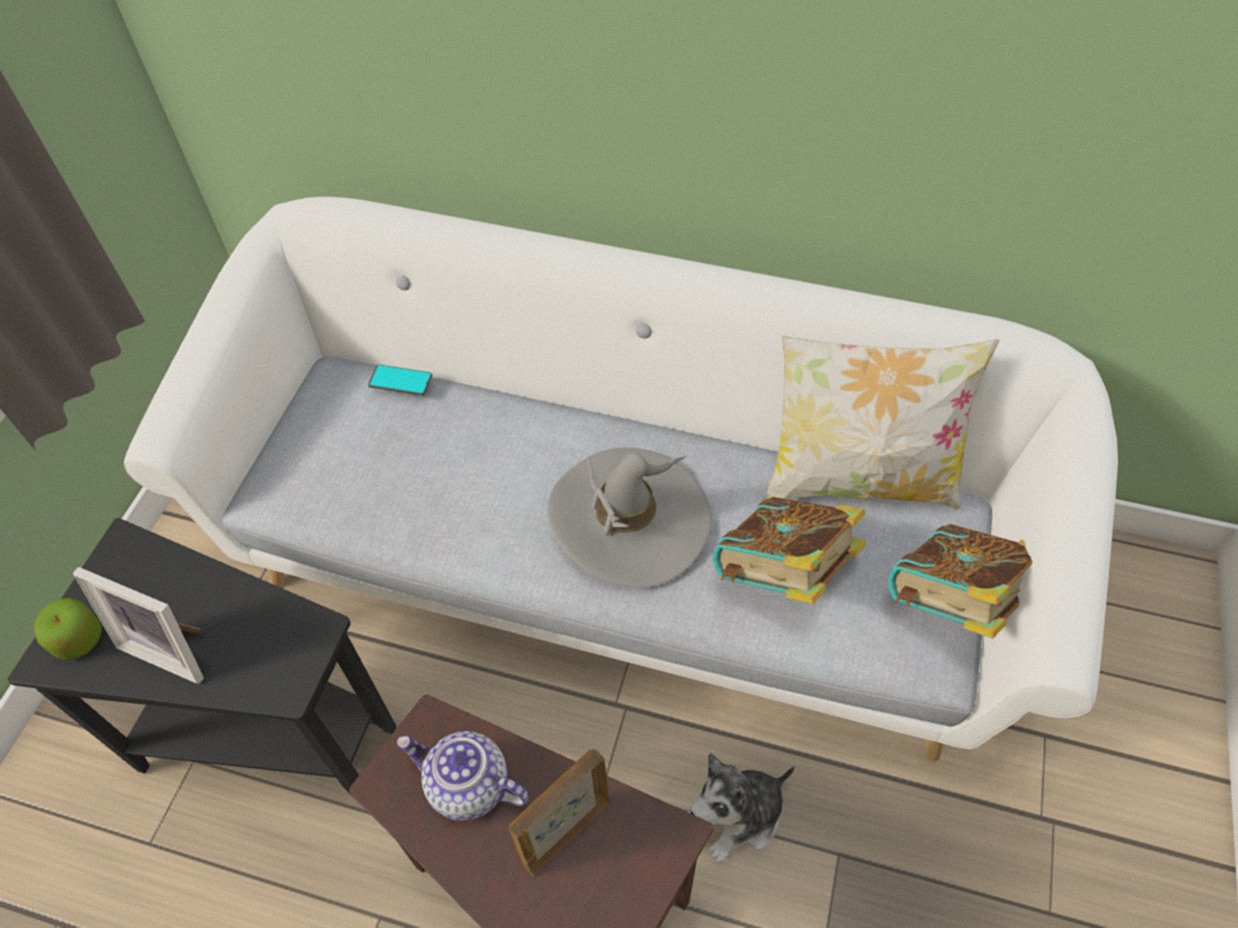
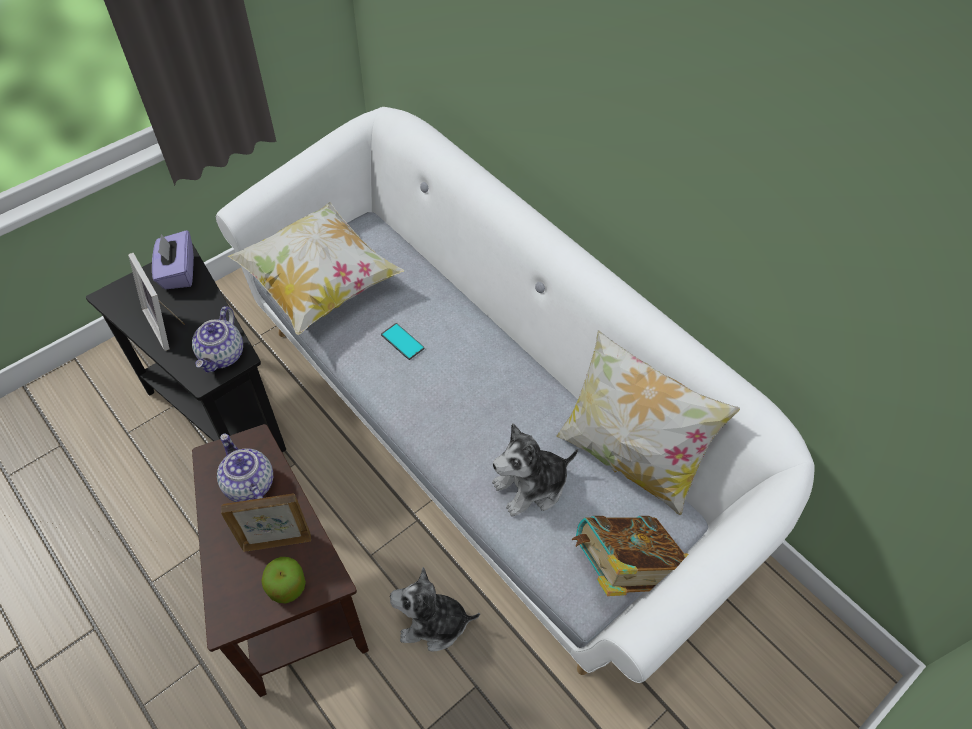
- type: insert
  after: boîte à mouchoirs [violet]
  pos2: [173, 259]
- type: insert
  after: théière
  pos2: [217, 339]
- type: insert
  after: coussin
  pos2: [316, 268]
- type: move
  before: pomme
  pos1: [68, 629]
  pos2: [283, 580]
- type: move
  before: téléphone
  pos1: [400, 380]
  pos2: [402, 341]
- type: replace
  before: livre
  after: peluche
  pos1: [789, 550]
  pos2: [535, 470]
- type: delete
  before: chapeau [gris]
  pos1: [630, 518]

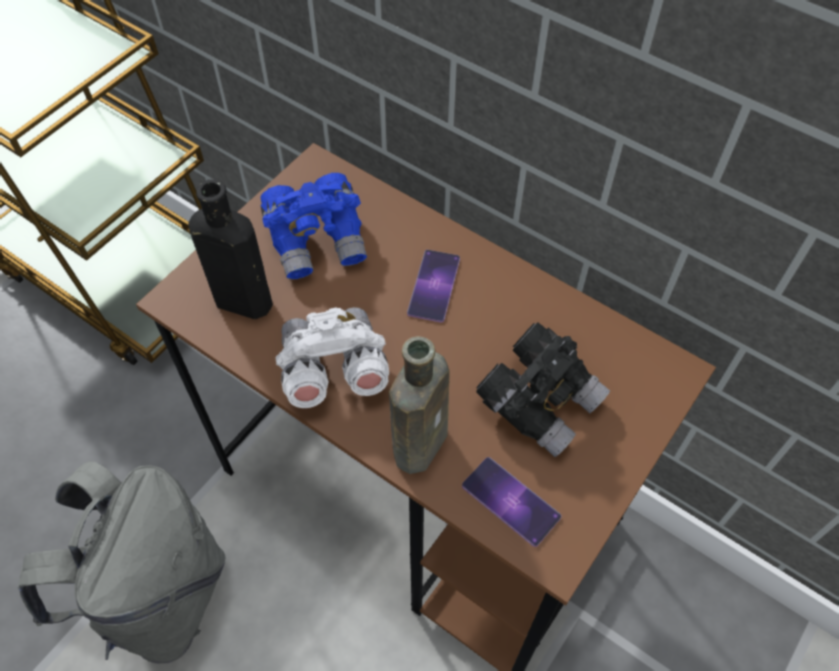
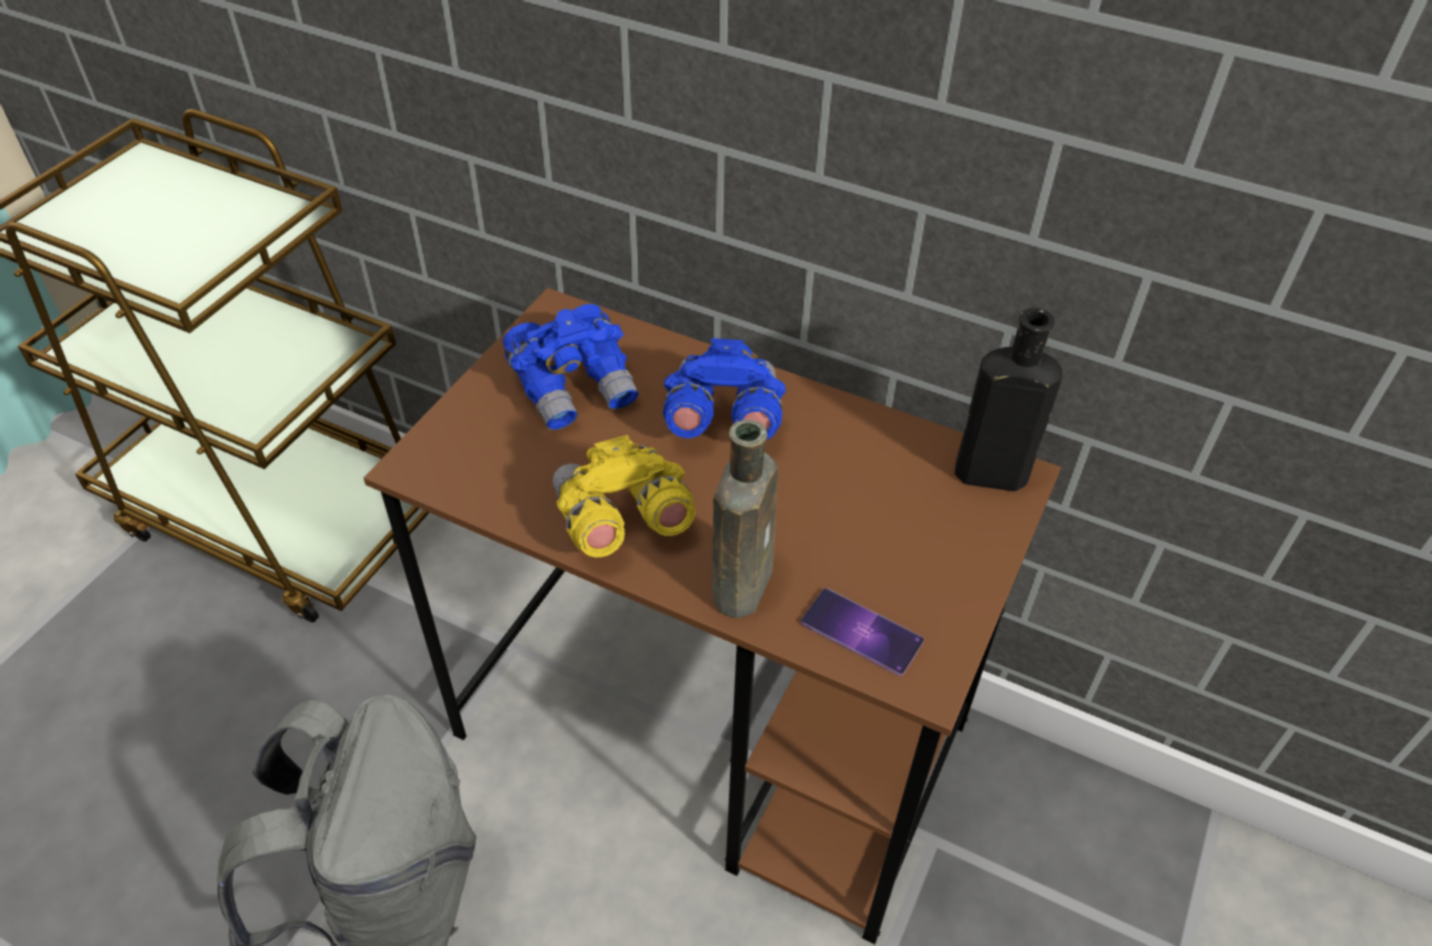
- type: recolor
  before: jumelles [blanc]
  after: jumelles [jaune]
  pos1: [332, 357]
  pos2: [624, 496]
- type: replace
  before: téléphone
  after: jumelles [bleu]
  pos1: [433, 286]
  pos2: [724, 389]
- type: move
  before: bouteille [noir]
  pos1: [230, 249]
  pos2: [1008, 399]
- type: delete
  before: jumelles [noir]
  pos1: [543, 390]

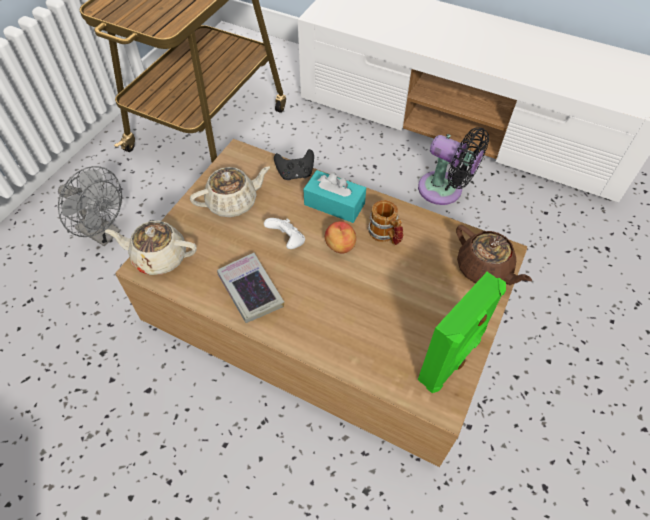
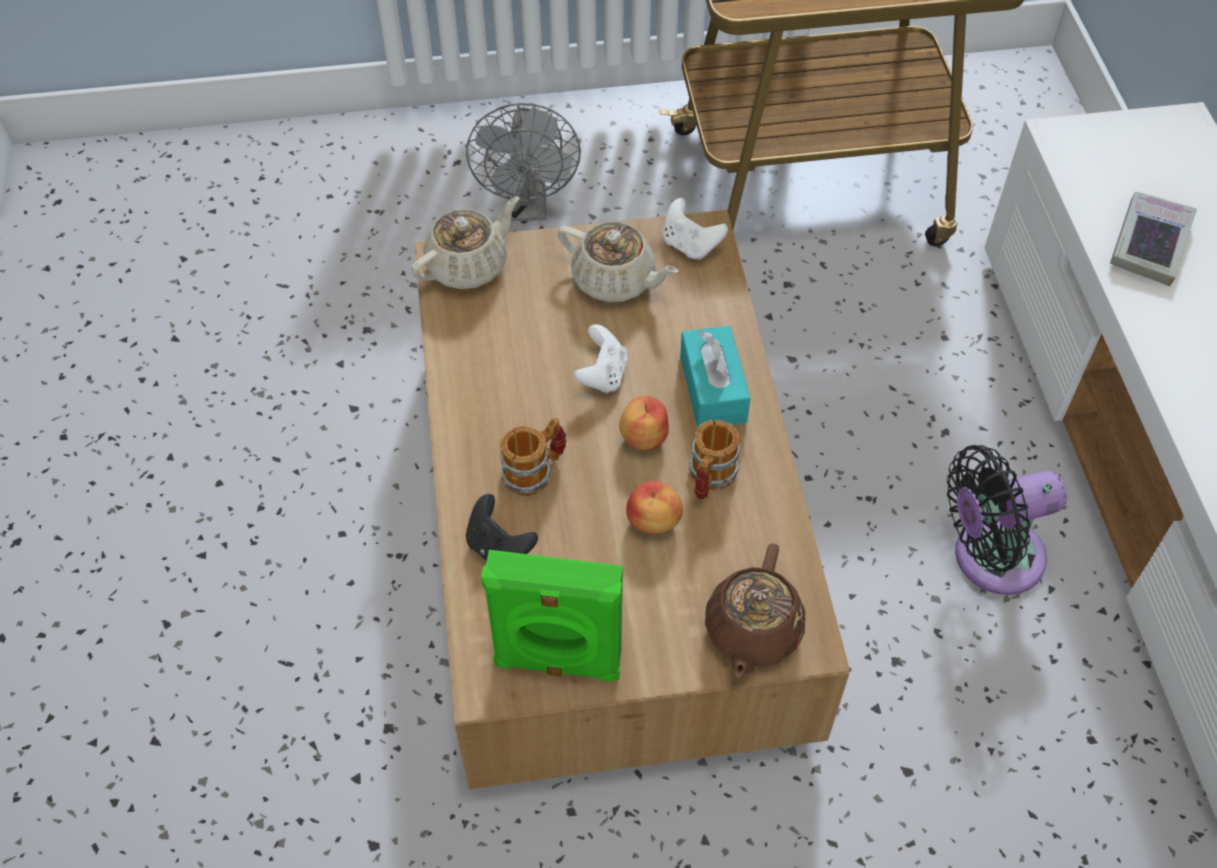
- type: rotate
  before: théière [beige]
  pos1: [151, 248]
  pos2: [465, 242]
  turn: 75
- type: move
  before: manette [noir]
  pos1: [294, 164]
  pos2: [502, 527]
- type: insert
  after: mug
  pos2: [533, 457]
- type: insert
  after: pomme
  pos2: [654, 507]
- type: insert
  after: manette [blanc]
  pos2: [695, 229]
- type: rotate
  before: ventilateur [noir]
  pos1: [453, 166]
  pos2: [1007, 520]
  turn: 75
- type: move
  before: livre
  pos1: [250, 288]
  pos2: [1153, 239]

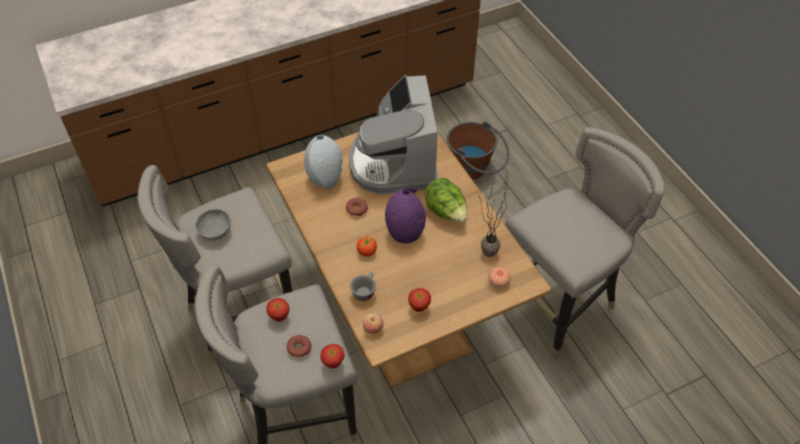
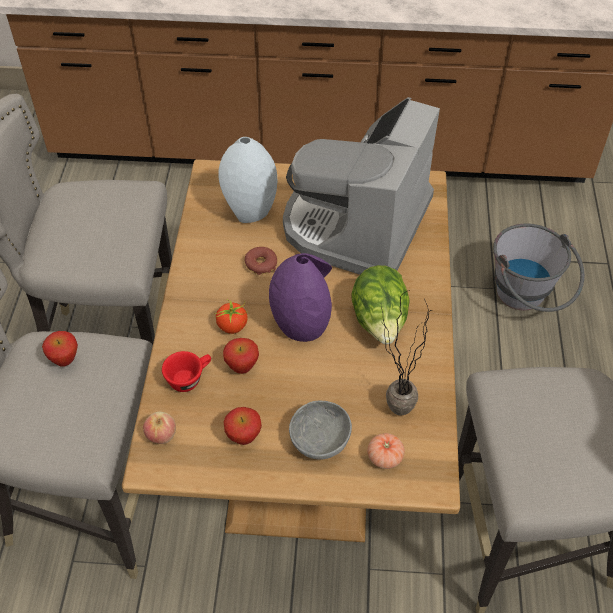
- type: recolor
  before: tasse [gris]
  after: tasse [rouge]
  pos1: [363, 286]
  pos2: [186, 371]
- type: move
  before: pomme
  pos1: [332, 356]
  pos2: [241, 356]
- type: move
  before: bol [gris]
  pos1: [213, 225]
  pos2: [320, 430]
- type: recolor
  before: seau [marron]
  after: seau [gris]
  pos1: [478, 150]
  pos2: [538, 268]
- type: delete
  before: beignet
  pos1: [299, 346]

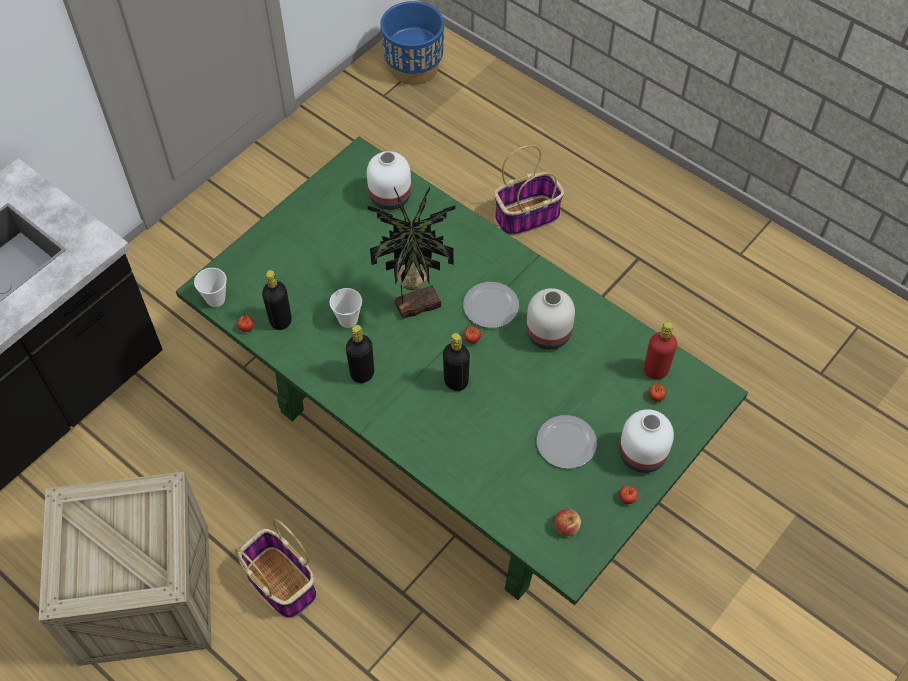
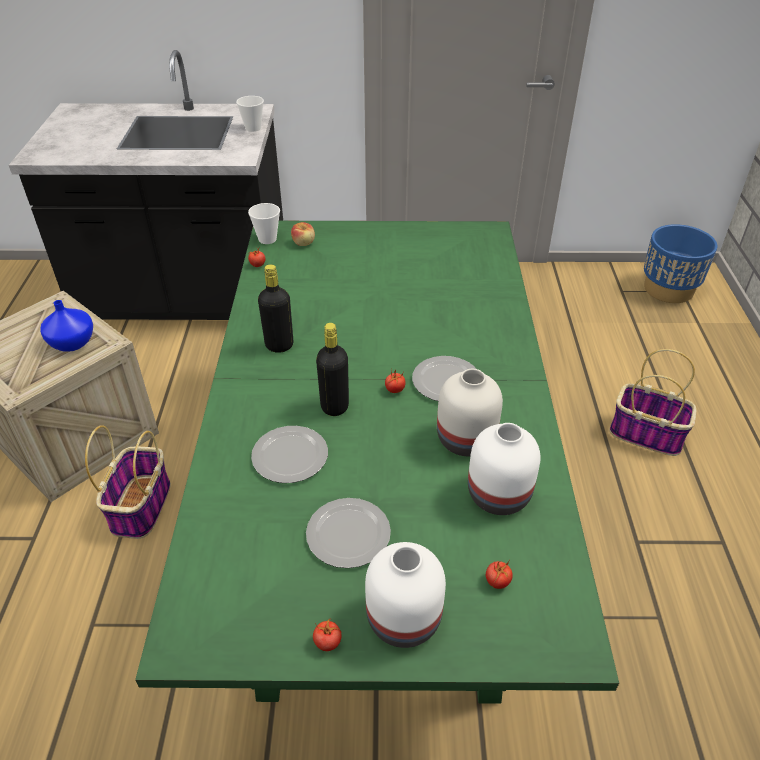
- type: insert
  after: vase [bleu]
  pos2: [66, 325]
- type: move
  before: tasse
  pos1: [345, 308]
  pos2: [250, 114]
- type: insert
  after: assiette
  pos2: [289, 454]
- type: move
  before: pomme
  pos1: [567, 522]
  pos2: [303, 234]
- type: move
  before: vase [blanc]
  pos1: [389, 180]
  pos2: [504, 469]
- type: delete
  before: bouteille [noir]
  pos1: [277, 300]
- type: delete
  before: plante en pot
  pos1: [411, 252]
- type: delete
  before: bouteille [rouge]
  pos1: [660, 350]

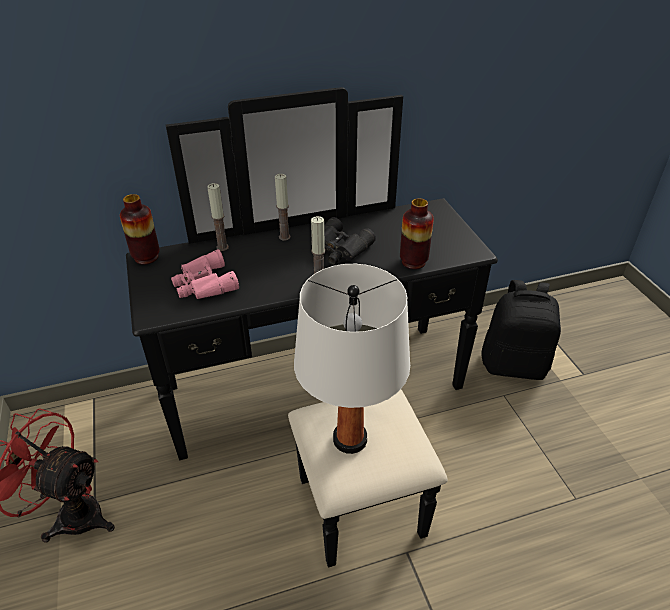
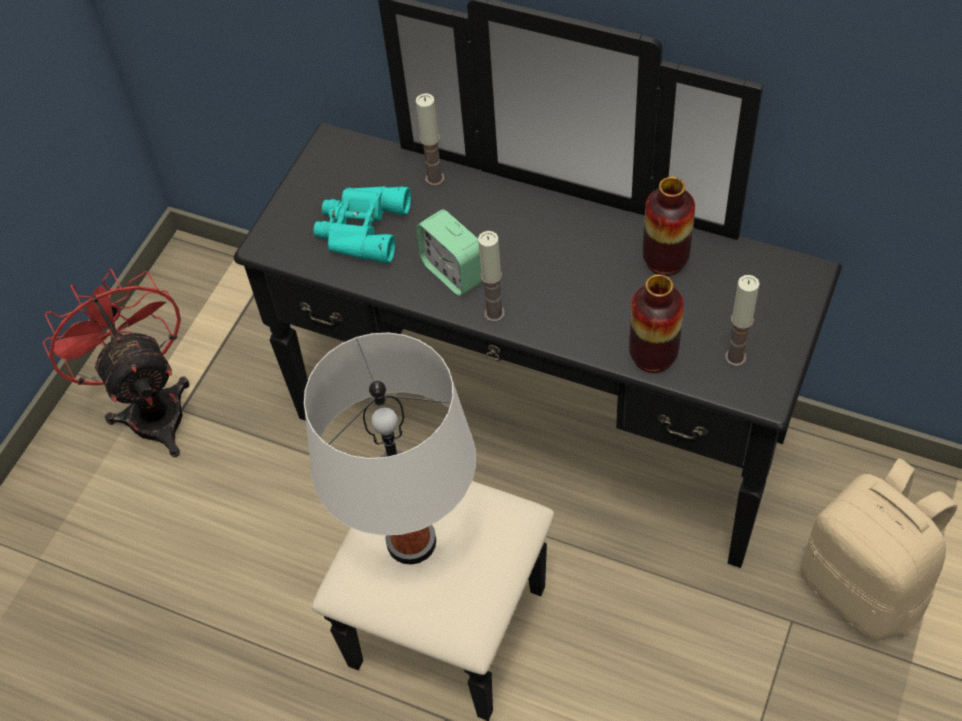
- type: recolor
  before: jumelles [rose]
  after: jumelles [turquoise]
  pos1: [205, 274]
  pos2: [362, 224]
- type: insert
  after: réveil
  pos2: [450, 252]
- type: move
  before: vase
  pos1: [140, 229]
  pos2: [669, 226]
- type: move
  before: bougie
  pos1: [283, 207]
  pos2: [742, 321]
- type: recolor
  before: sac à dos [noir]
  after: sac à dos [beige]
  pos1: [521, 330]
  pos2: [878, 549]
- type: delete
  before: jumelles [noir]
  pos1: [343, 241]

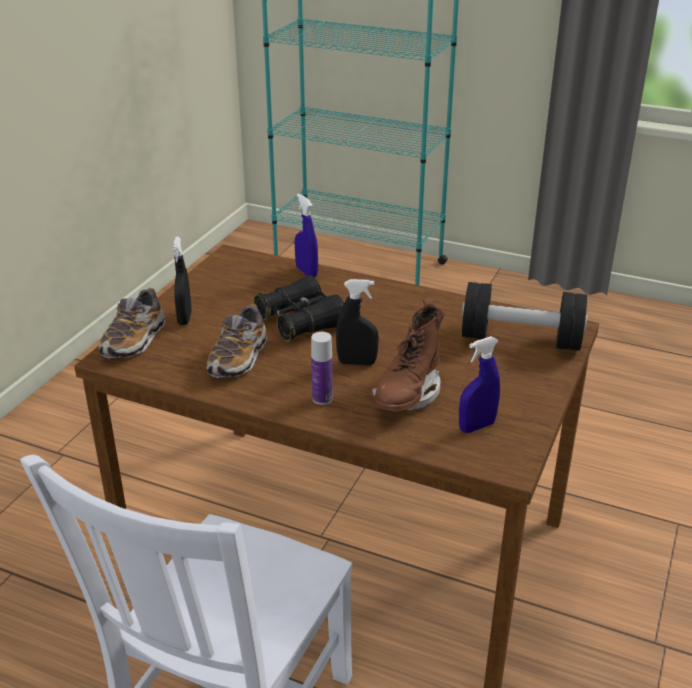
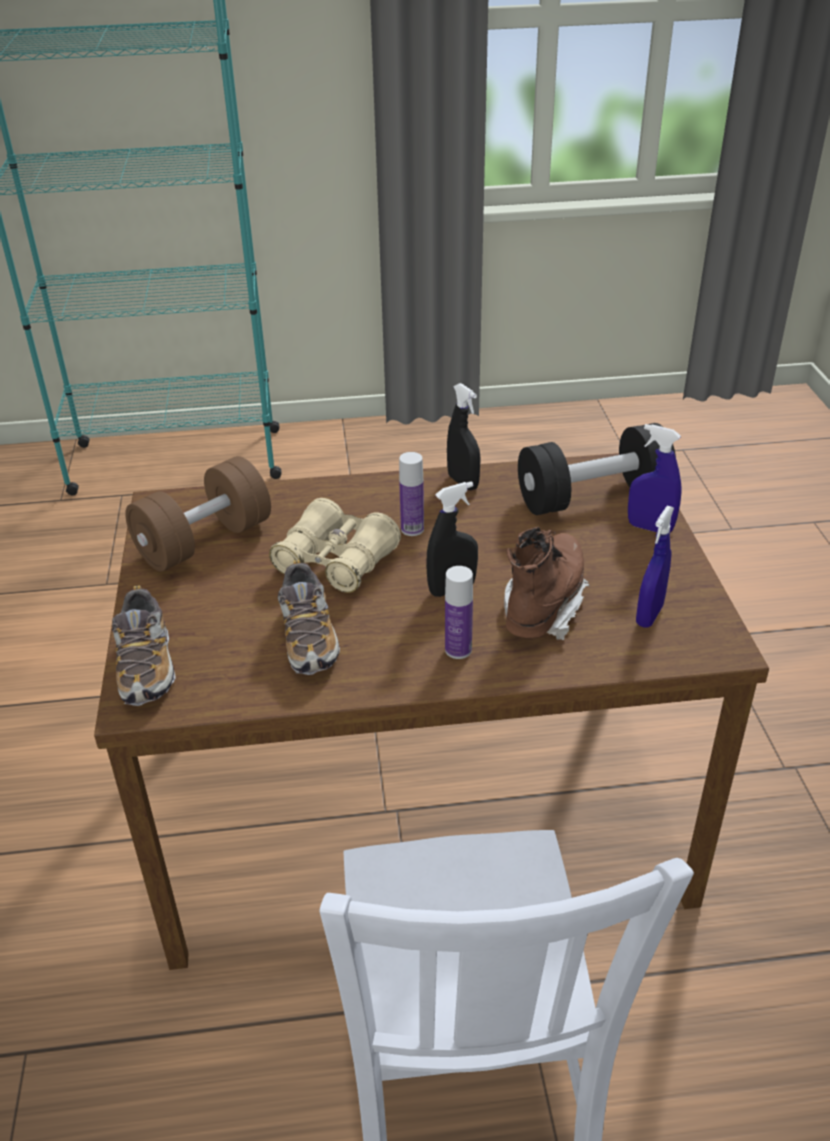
- type: insert
  after: haltère [marron]
  pos2: [198, 514]
- type: recolor
  before: jumelles [noir]
  after: jumelles [beige]
  pos1: [299, 308]
  pos2: [335, 545]
- type: insert
  after: bouteille
  pos2: [411, 494]
- type: move
  before: vaporisateur [noir]
  pos1: [182, 281]
  pos2: [464, 436]
- type: rotate
  before: botte [marron]
  pos1: [408, 355]
  pos2: [547, 583]
  turn: -150
- type: move
  before: vaporisateur [bleu]
  pos1: [306, 235]
  pos2: [654, 478]

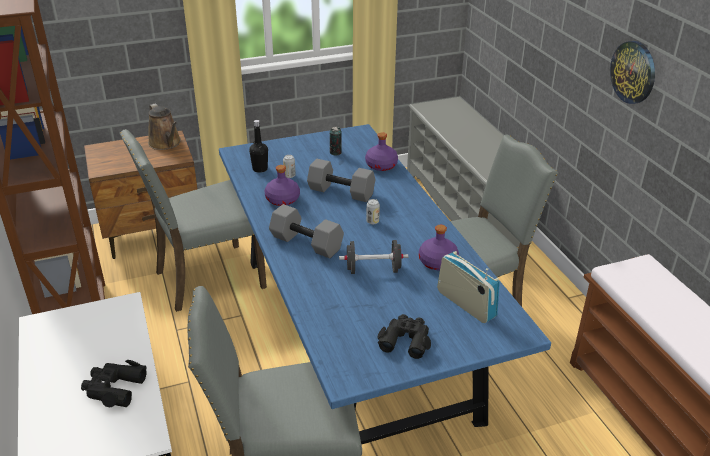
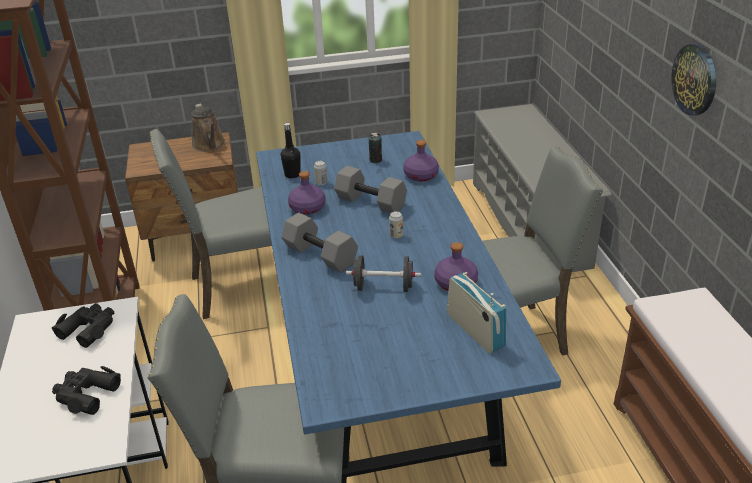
- type: move
  before: jumelles [noir]
  pos1: [404, 336]
  pos2: [82, 325]

